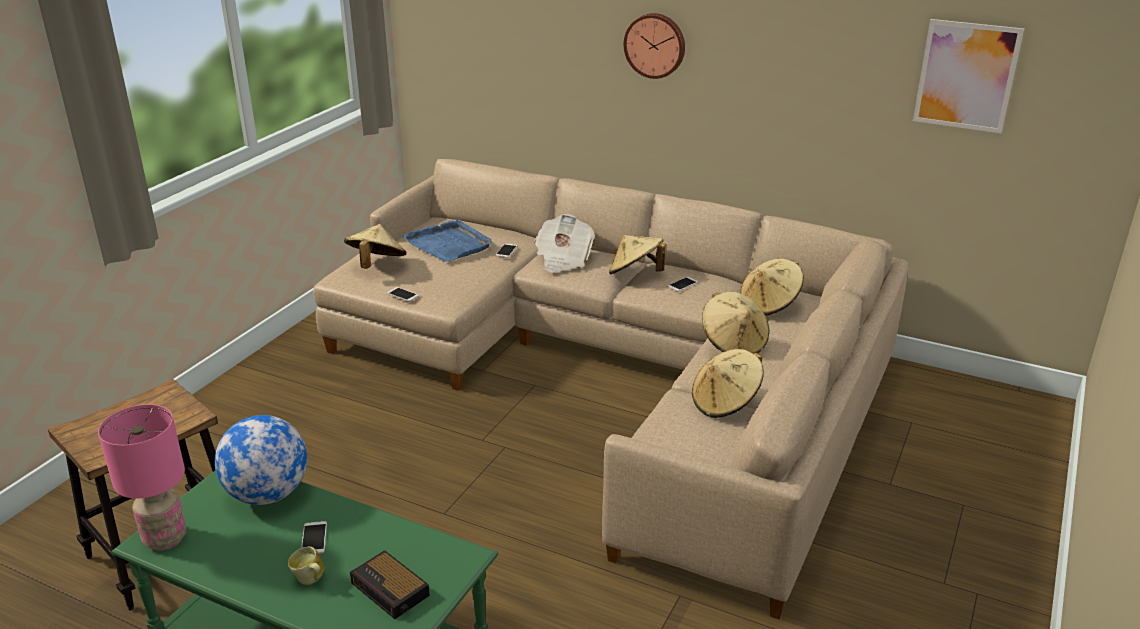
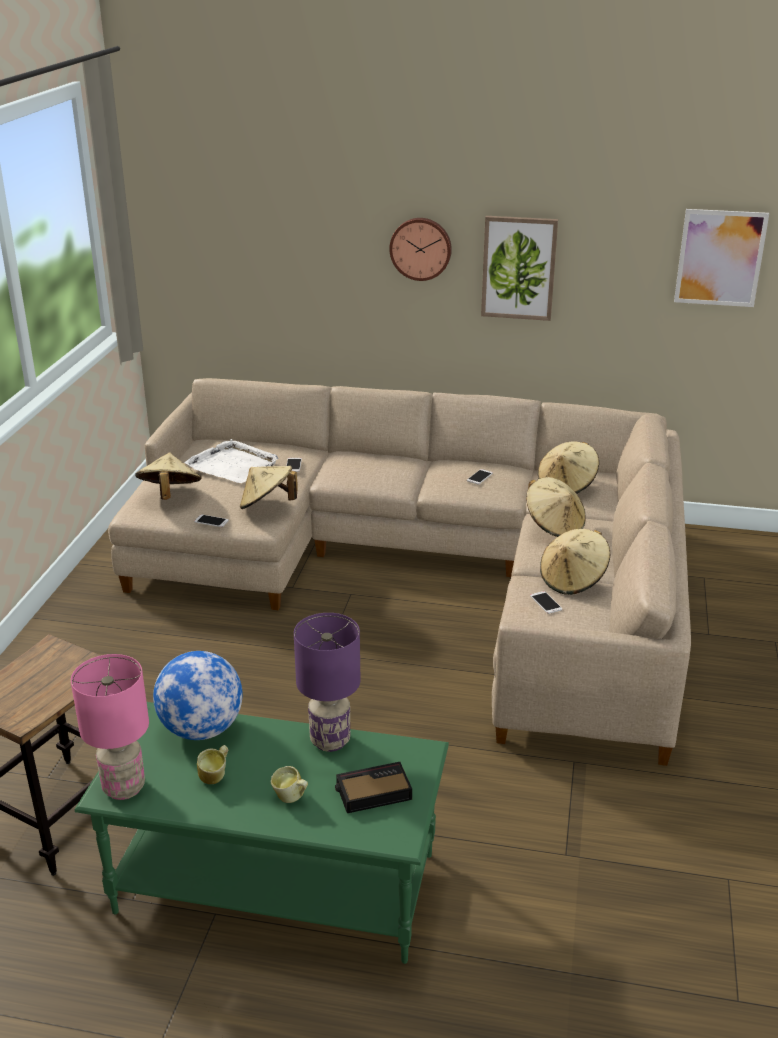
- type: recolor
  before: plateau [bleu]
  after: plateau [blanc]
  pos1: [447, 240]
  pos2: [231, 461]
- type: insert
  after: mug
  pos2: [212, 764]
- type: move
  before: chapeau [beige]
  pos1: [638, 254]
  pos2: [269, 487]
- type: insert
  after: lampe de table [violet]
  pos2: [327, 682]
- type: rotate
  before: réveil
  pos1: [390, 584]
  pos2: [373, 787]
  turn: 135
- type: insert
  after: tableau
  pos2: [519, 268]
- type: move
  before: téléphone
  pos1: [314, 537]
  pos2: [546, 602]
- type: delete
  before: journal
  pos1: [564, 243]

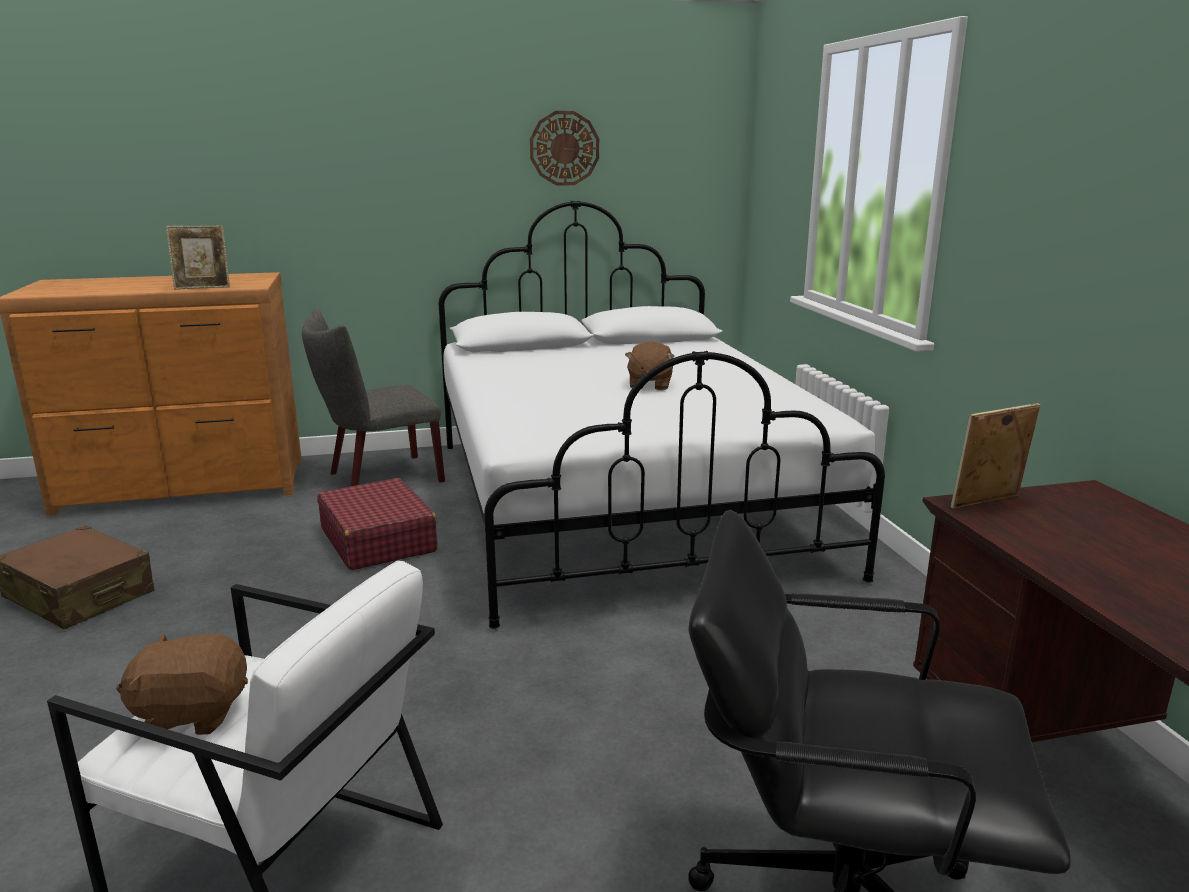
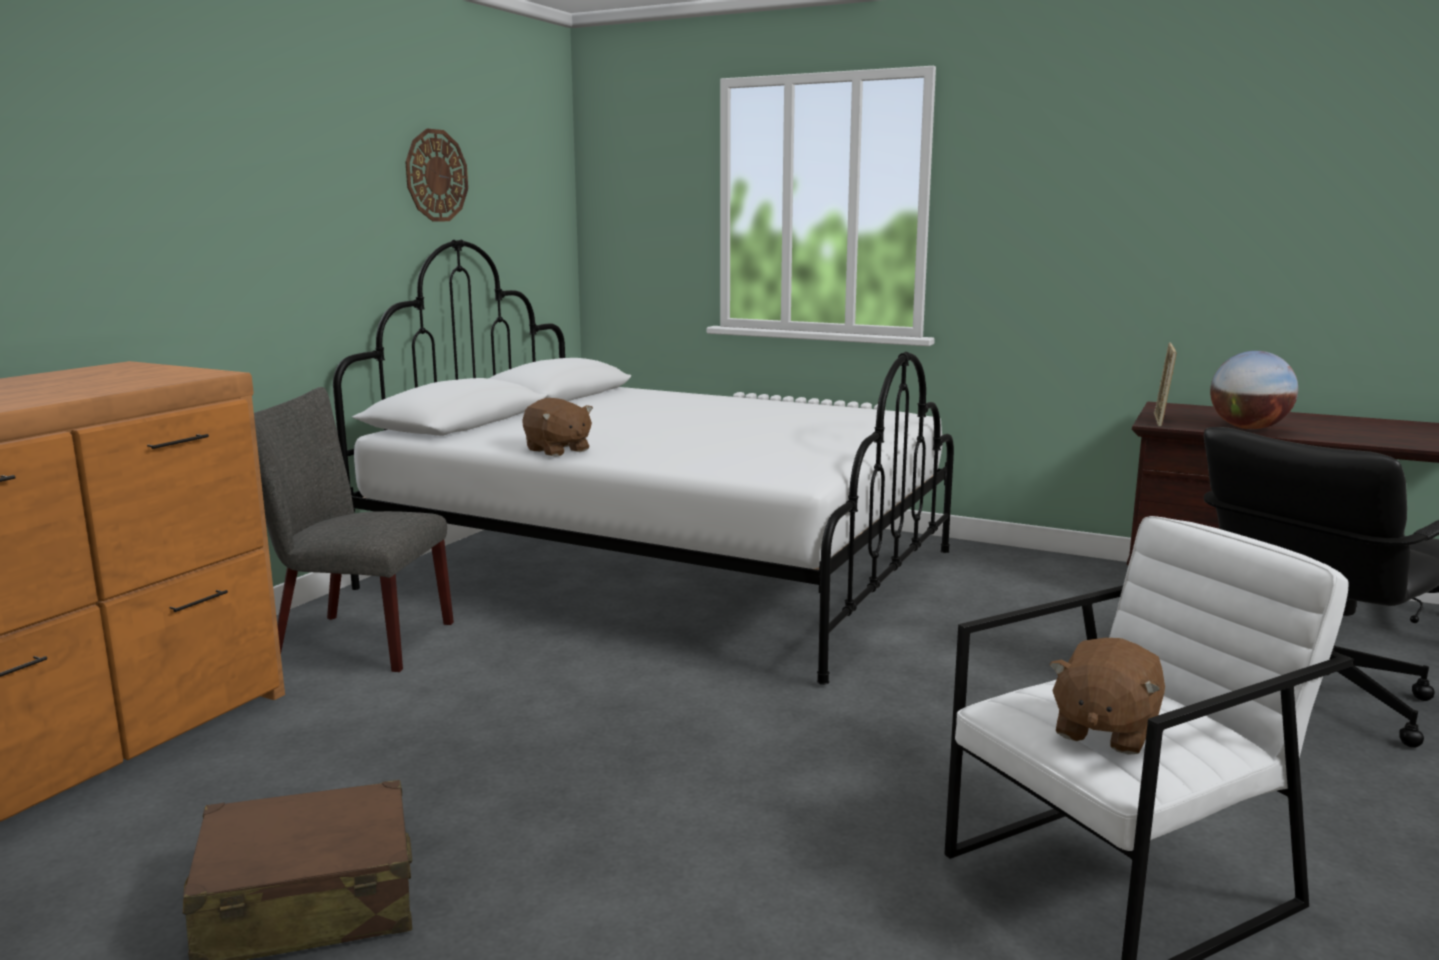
- type: rotate
  before: chaise [gris]
  pos1: [373, 397]
  pos2: [354, 529]
  turn: 90
- type: move
  before: peluche [marron]
  pos1: [650, 365]
  pos2: [557, 427]
- type: insert
  after: globe
  pos2: [1254, 390]
- type: delete
  before: cadre photo
  pos1: [198, 258]
- type: delete
  before: valise [rouge]
  pos1: [377, 524]

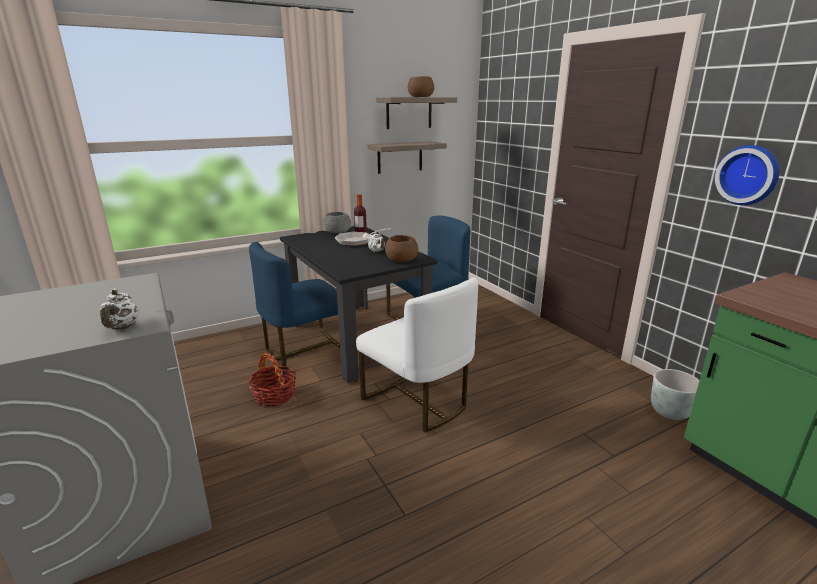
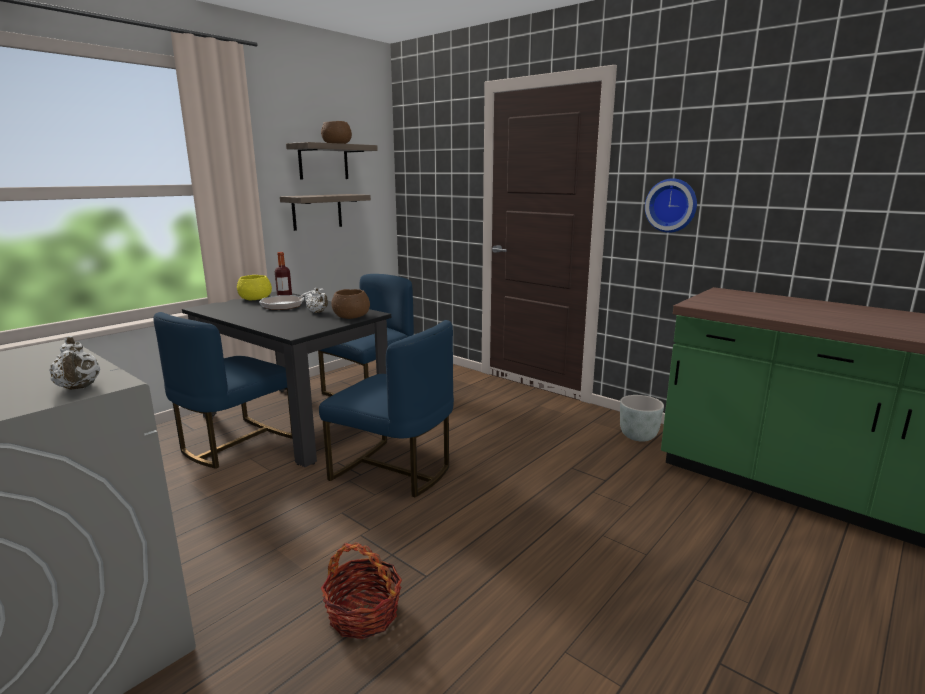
- type: recolor
  before: bol [gris]
  after: bol [jaune]
  pos1: [337, 222]
  pos2: [254, 288]
- type: recolor
  before: chaise [blanc]
  after: chaise [bleu]
  pos1: [417, 355]
  pos2: [386, 408]
- type: move
  before: panier
  pos1: [272, 380]
  pos2: [361, 590]

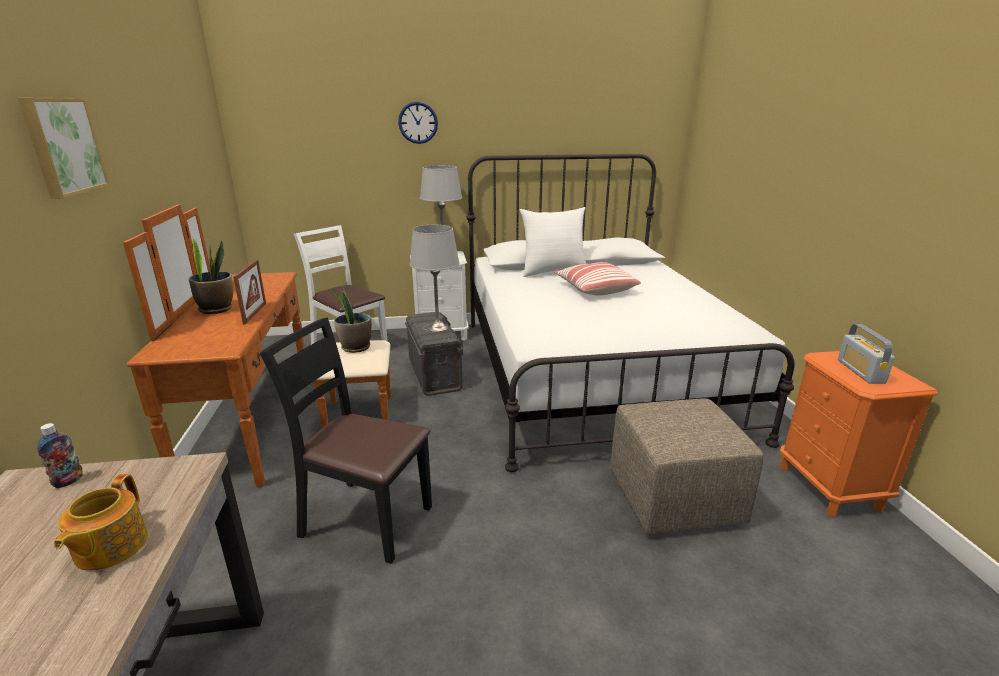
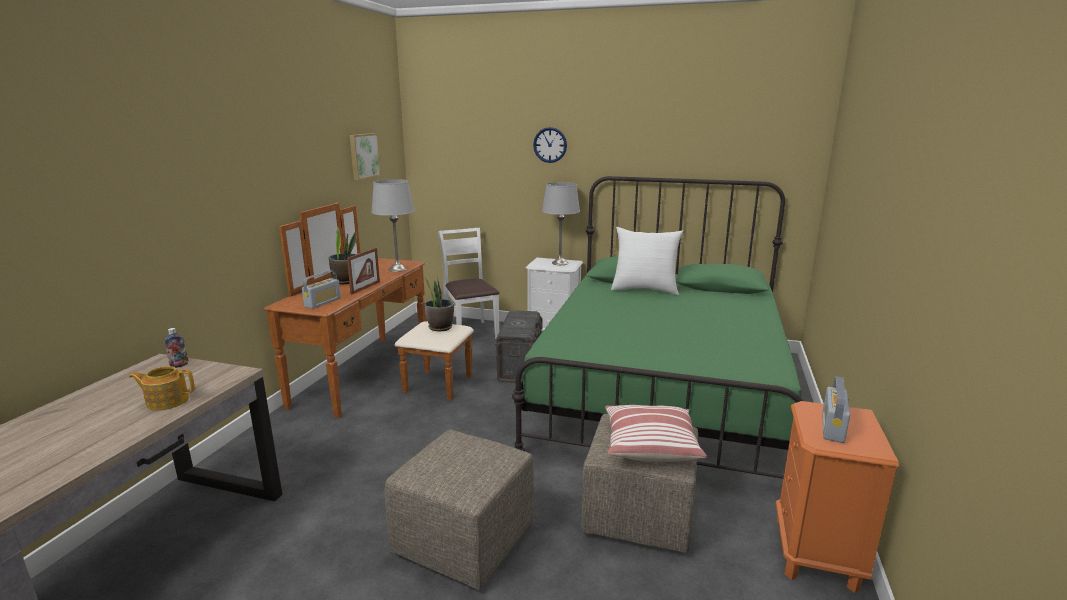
- type: rotate
  before: théière
  pos1: [101, 522]
  pos2: [162, 388]
  turn: 60
- type: insert
  after: radio
  pos2: [321, 289]
- type: move
  before: tableau
  pos1: [64, 148]
  pos2: [365, 156]
- type: move
  before: lampe de table [gris]
  pos1: [434, 278]
  pos2: [393, 225]
- type: insert
  after: pouf [beige]
  pos2: [459, 510]
- type: recolor
  before: lit [blanc]
  after: lit [vert]
  pos1: [630, 313]
  pos2: [657, 327]
- type: move
  before: coussin
  pos1: [598, 278]
  pos2: [656, 433]
- type: delete
  before: chaise [noir]
  pos1: [346, 441]

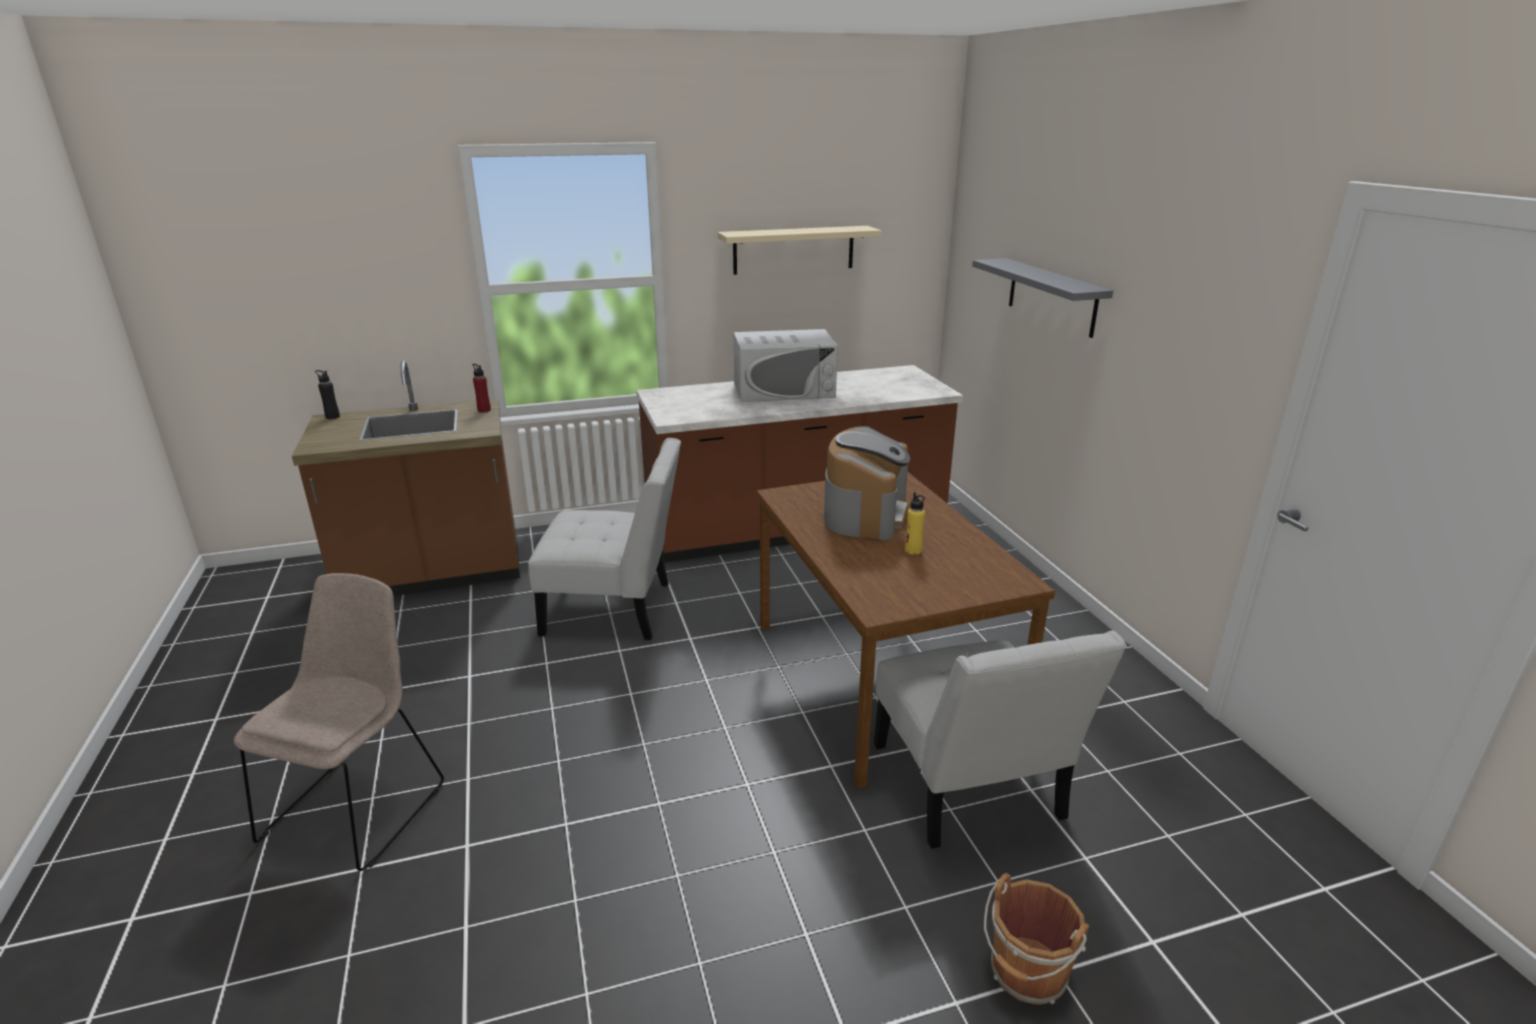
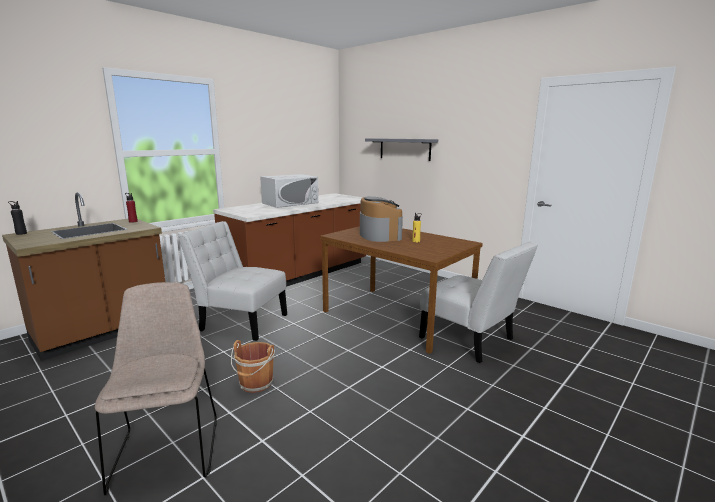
- type: rotate
  before: chaise [blanc]
  pos1: [604, 539]
  pos2: [232, 281]
  turn: -135
- type: move
  before: seau [marron]
  pos1: [1037, 939]
  pos2: [253, 366]
- type: delete
  before: étagère [beige]
  pos1: [799, 250]

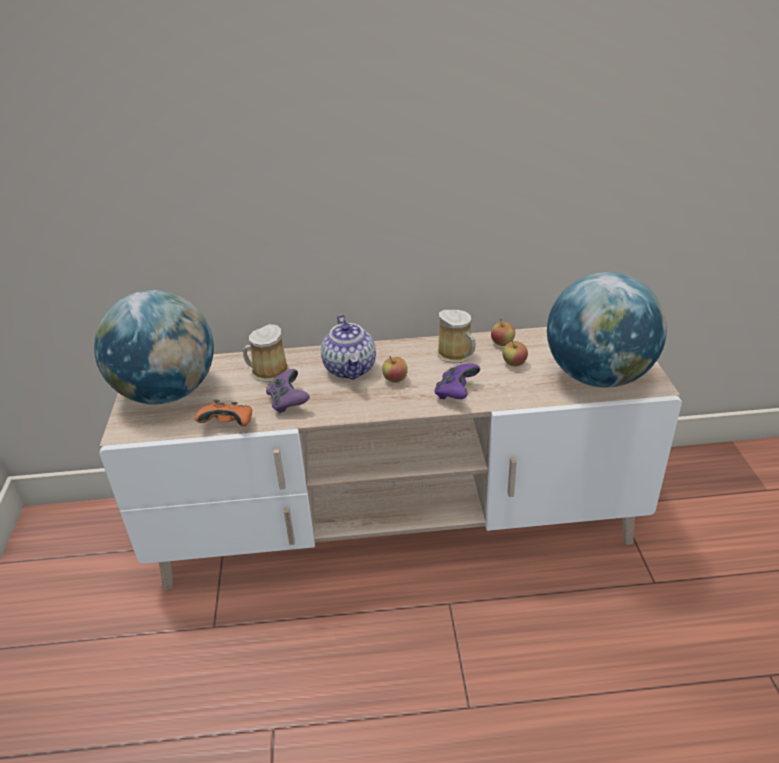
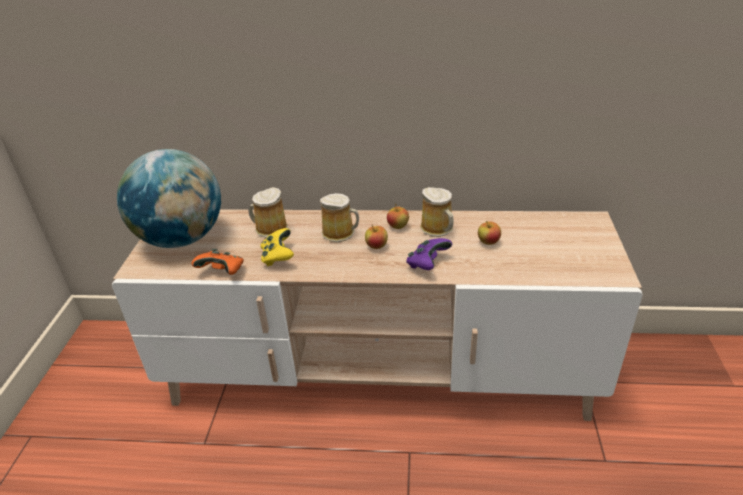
- type: recolor
  before: manette [violet]
  after: manette [jaune]
  pos1: [288, 391]
  pos2: [277, 247]
- type: replace
  before: théière
  after: mug
  pos1: [348, 347]
  pos2: [339, 217]
- type: move
  before: pomme
  pos1: [503, 332]
  pos2: [398, 216]
- type: delete
  before: globe
  pos1: [607, 330]

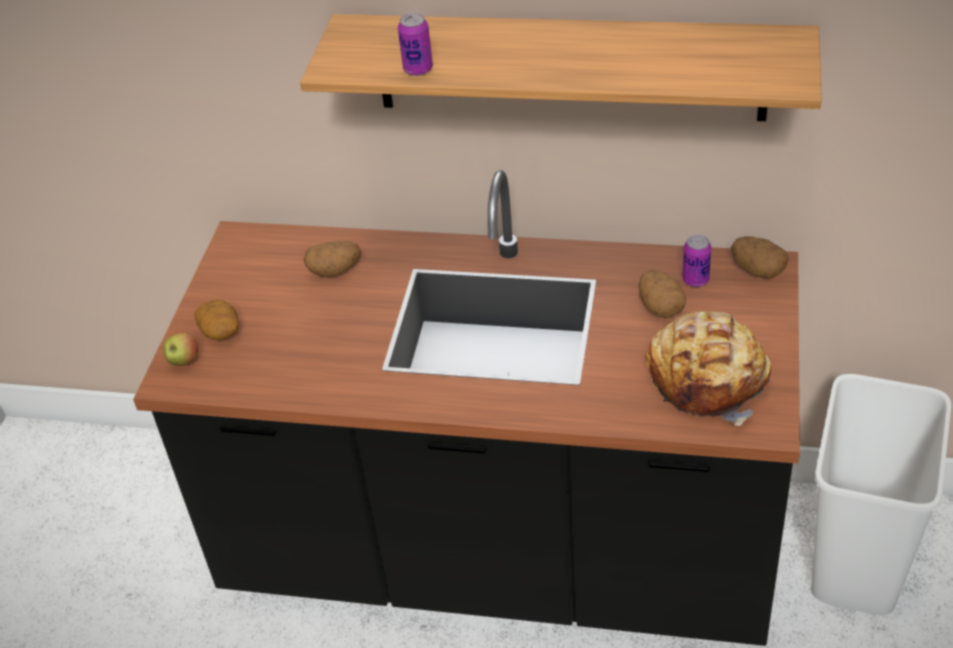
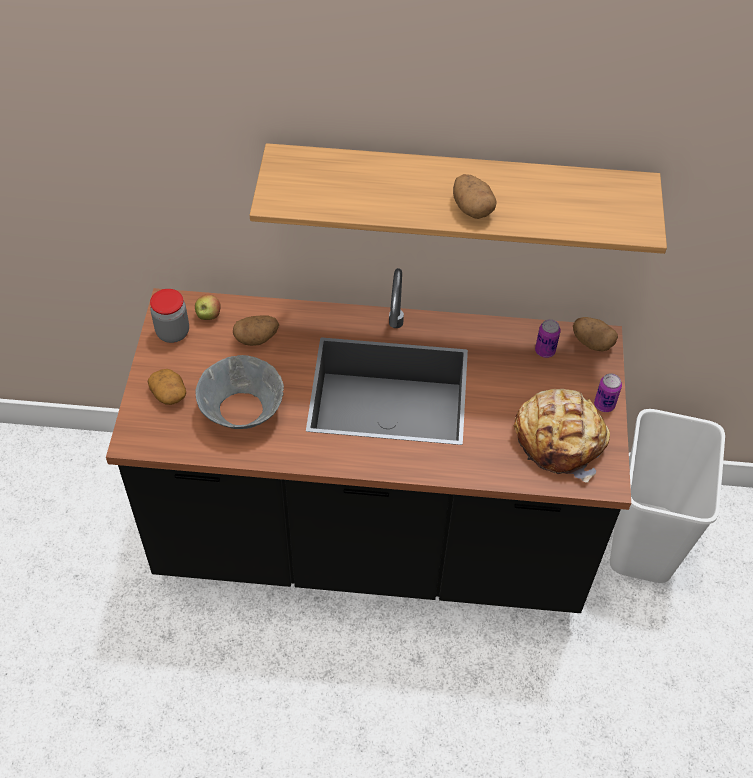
- type: insert
  after: bocal
  pos2: [169, 316]
- type: move
  before: pomme
  pos1: [180, 349]
  pos2: [208, 307]
- type: insert
  after: bol [gris]
  pos2: [239, 392]
- type: move
  before: pomme de terre
  pos1: [662, 294]
  pos2: [475, 196]
- type: move
  before: boîte métallique
  pos1: [415, 44]
  pos2: [608, 392]

